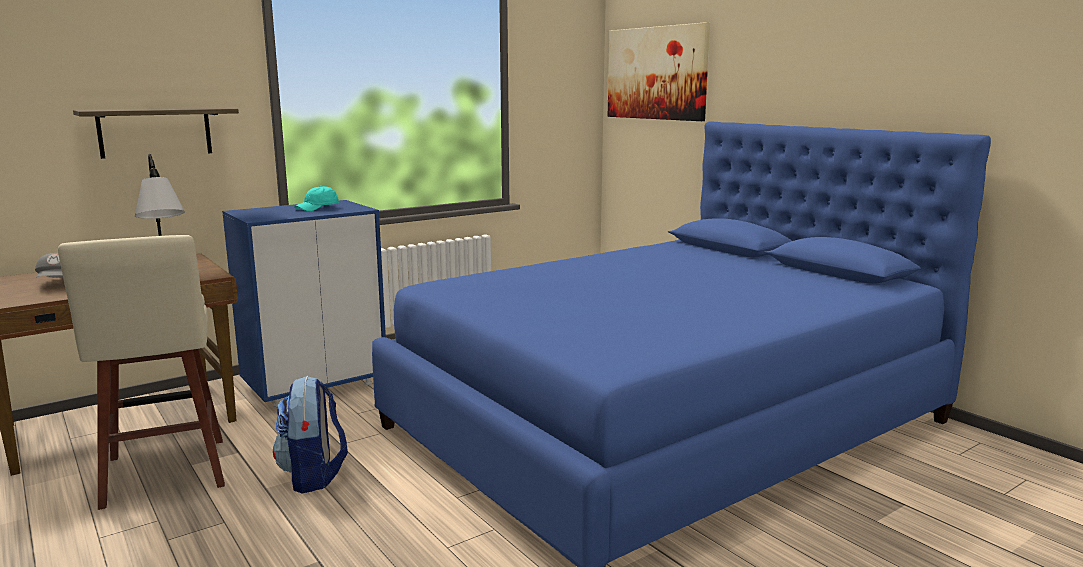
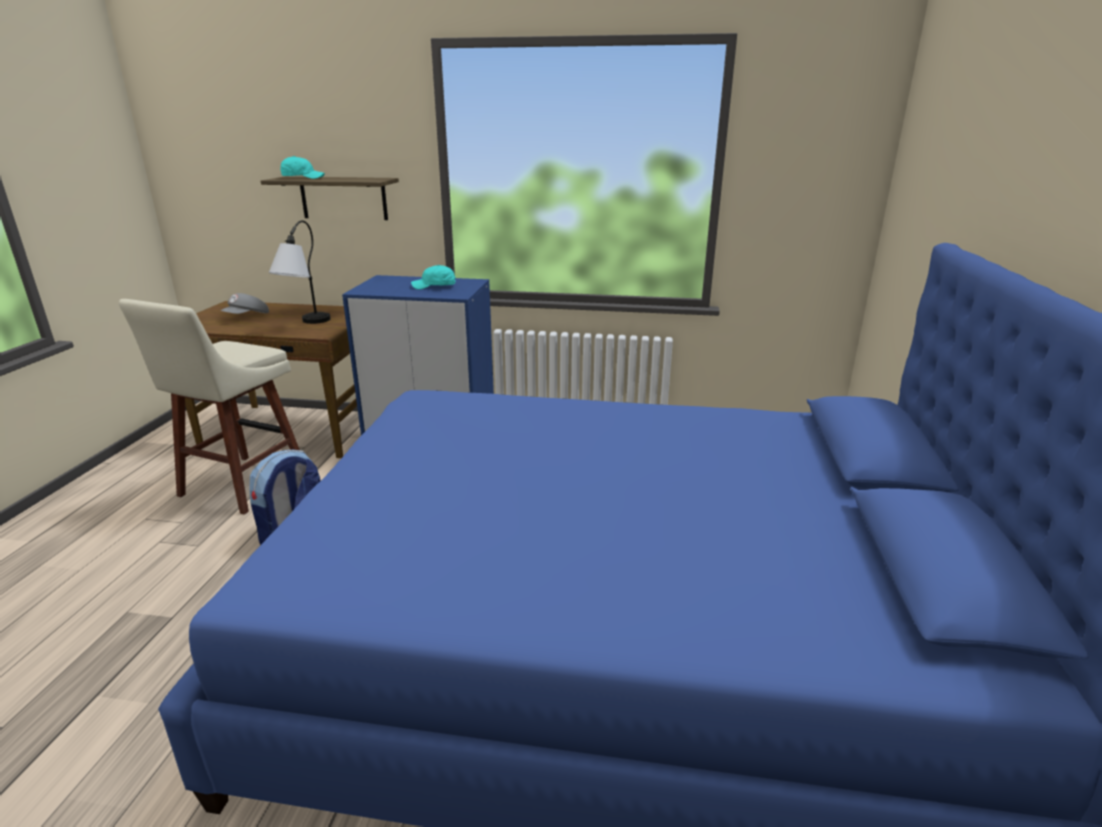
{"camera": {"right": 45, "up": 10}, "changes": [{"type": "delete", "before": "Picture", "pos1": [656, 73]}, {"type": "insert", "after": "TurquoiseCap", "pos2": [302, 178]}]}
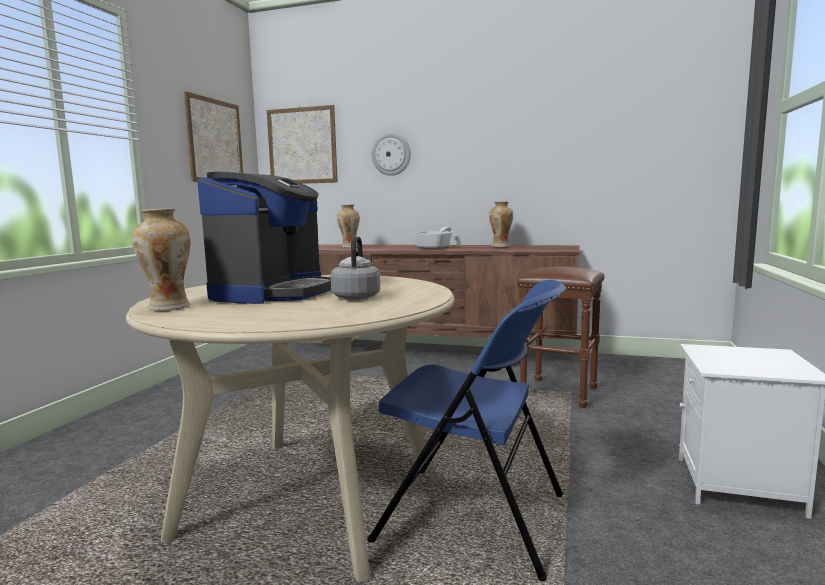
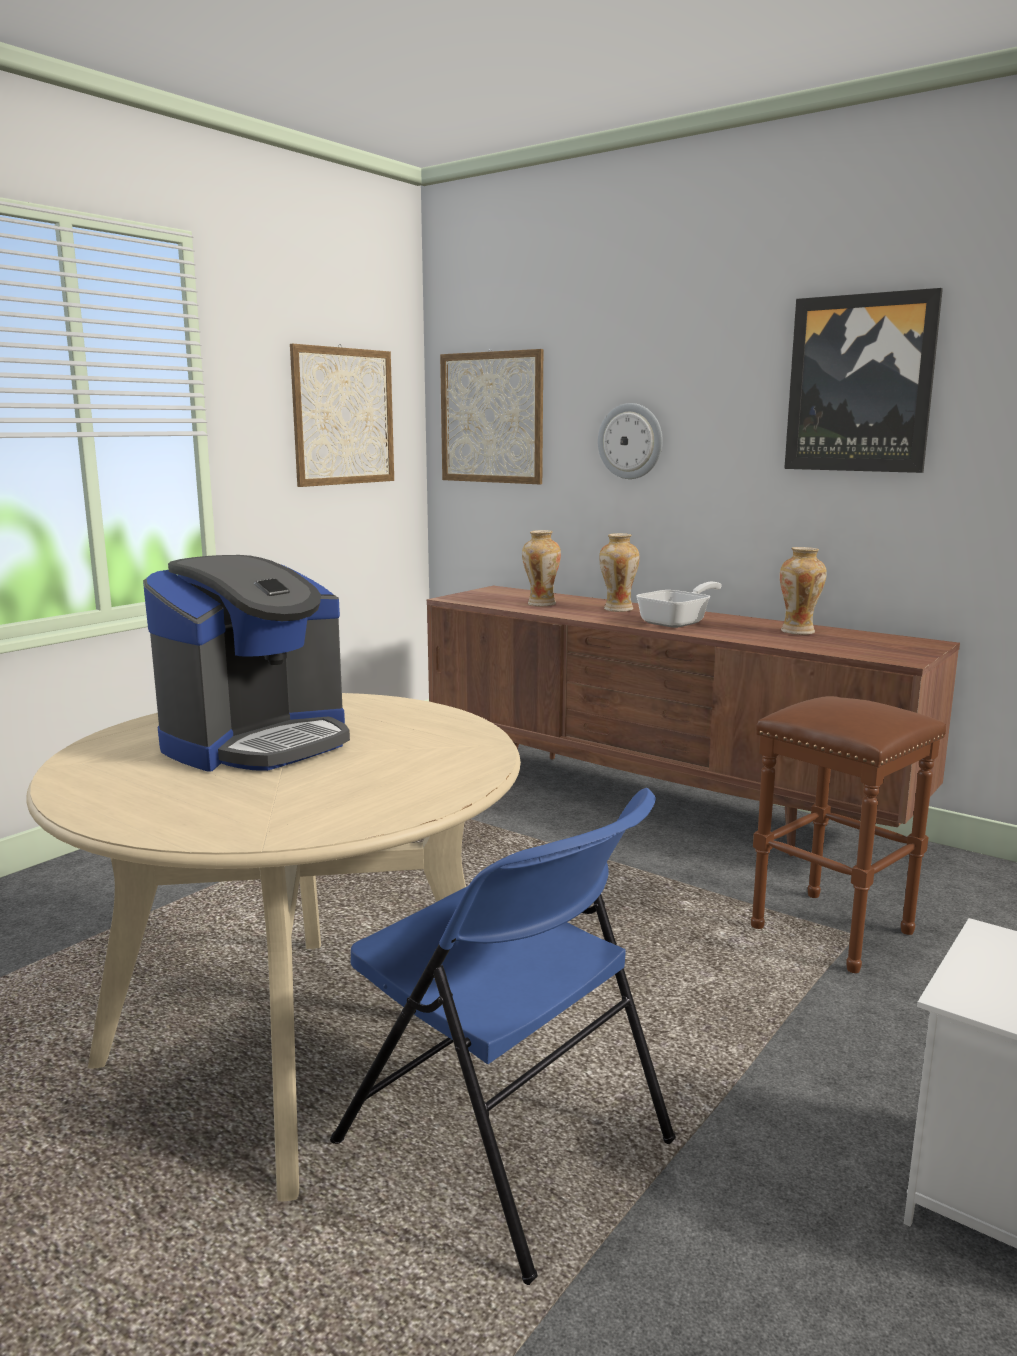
{"camera": {"right": 20, "up": 5}, "changes": [{"type": "move", "before": "Vase", "pos1": [168, 307], "pos2": [617, 609]}, {"type": "delete", "before": "GreyKettle", "pos1": [357, 297]}, {"type": "insert", "after": "Picture", "pos2": [860, 384]}]}
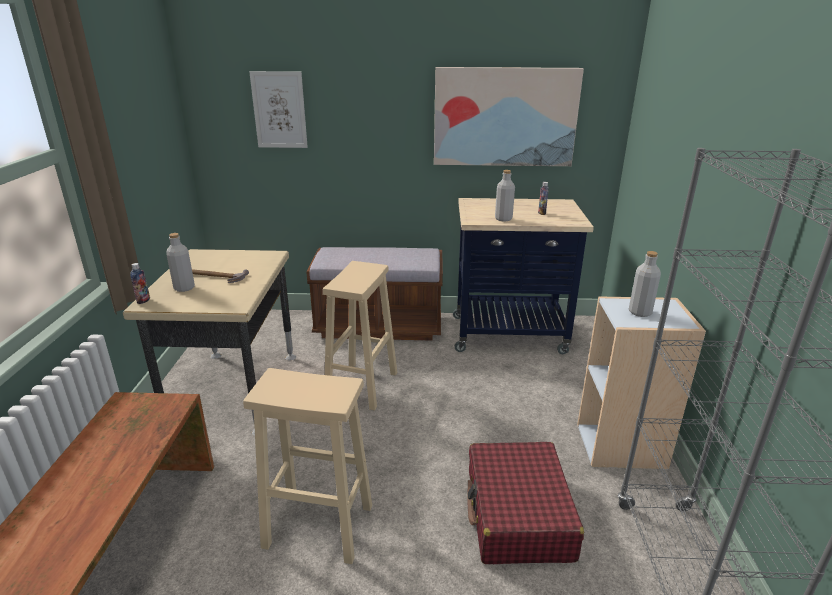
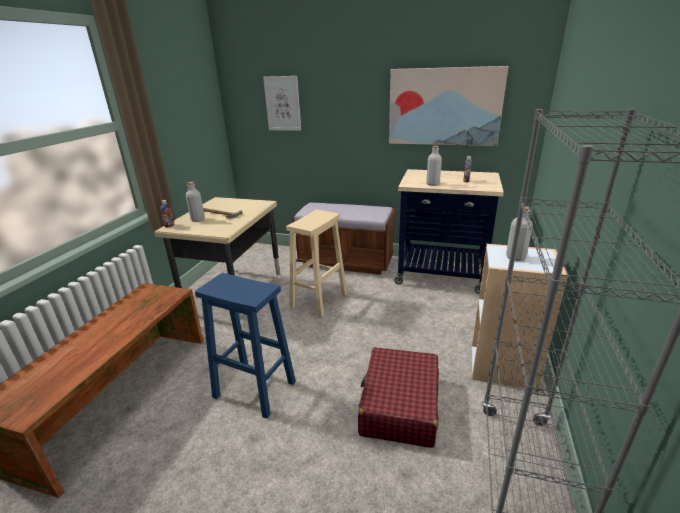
{"camera": {"right": 15, "up": 0}, "changes": [{"type": "recolor", "before": "BeigeStool", "after": "BlueStool", "pos1": [317, 526], "pos2": [253, 389]}]}
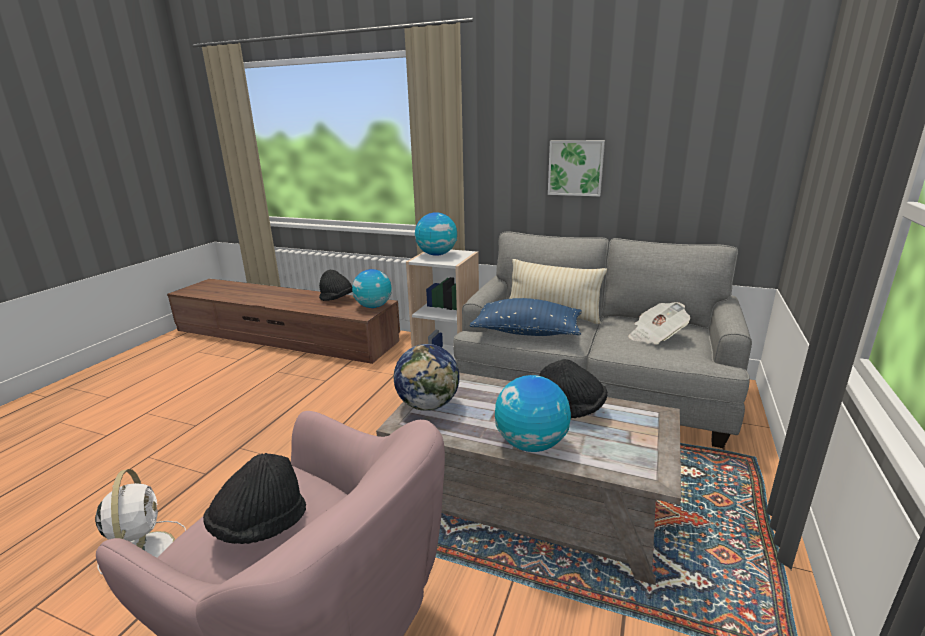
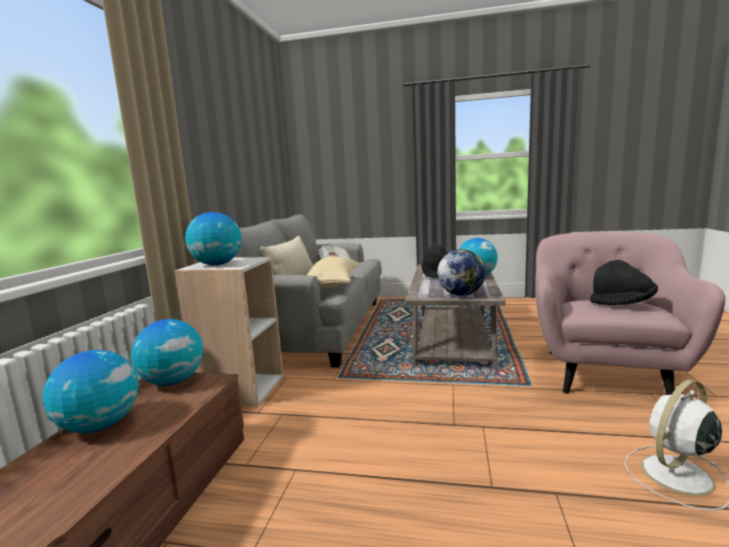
{"camera": {"right": -100, "up": -10}, "changes": [{"type": "delete", "before": "Picture", "pos1": [575, 168]}, {"type": "replace", "before": "BlackHat", "after": "Globe", "pos1": [337, 299], "pos2": [100, 426]}, {"type": "recolor", "before": "BluePillow", "after": "BeigePillow", "pos1": [527, 332], "pos2": [332, 284]}]}
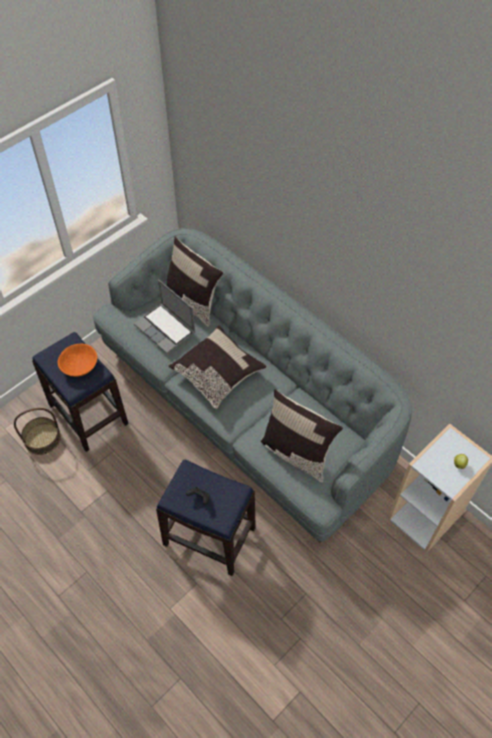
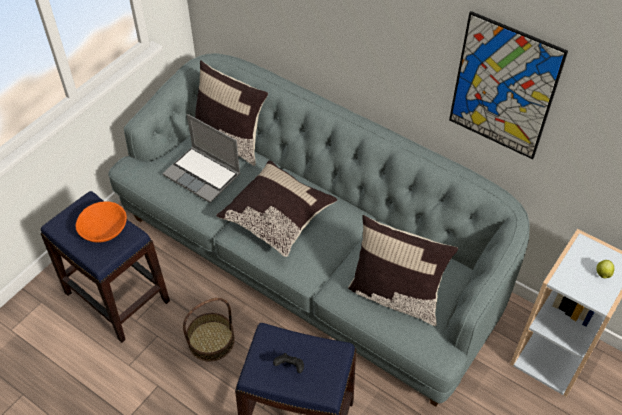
{"camera": {"right": -10, "up": -5}, "changes": [{"type": "move", "before": "Basket", "pos1": [42, 438], "pos2": [211, 340]}, {"type": "insert", "after": "Picture", "pos2": [503, 87]}]}
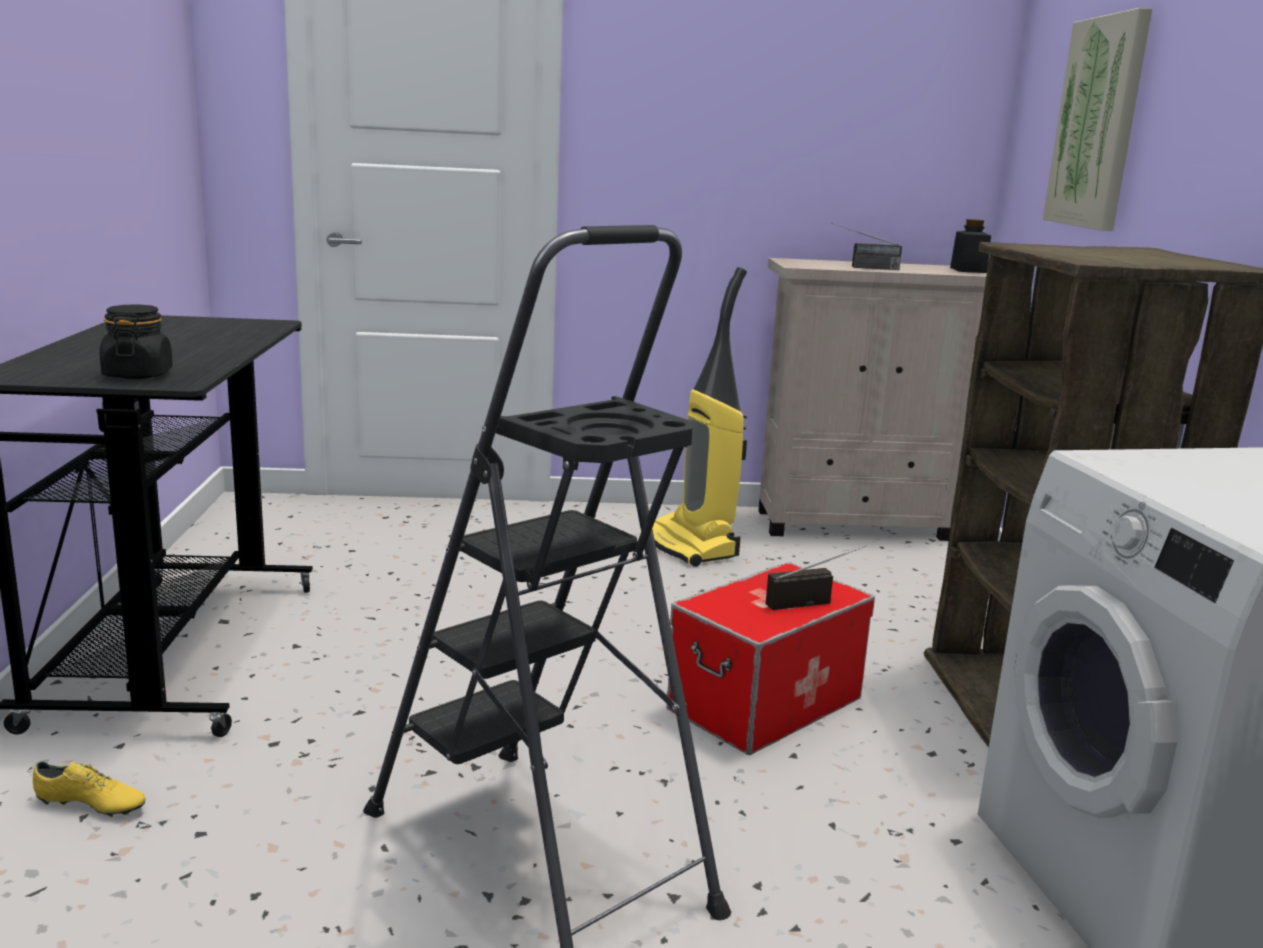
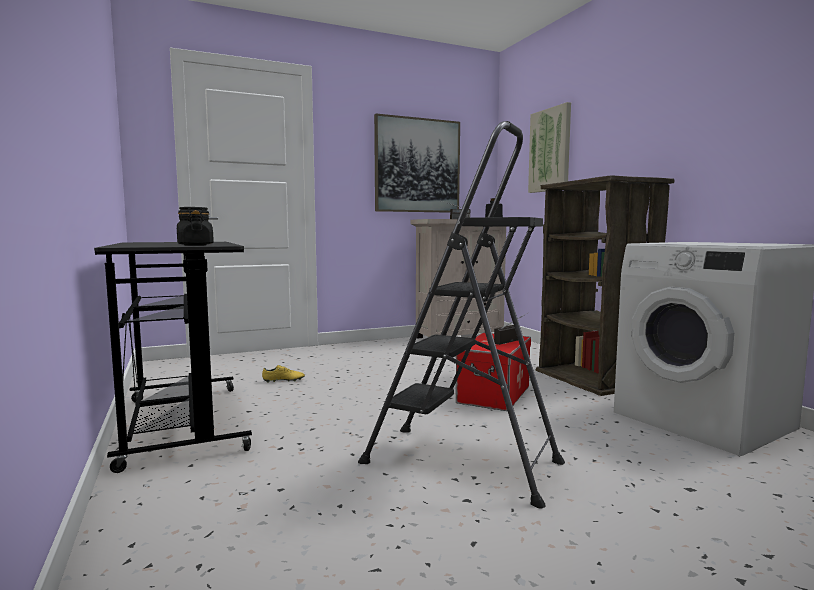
{"camera": {"right": -20, "up": -10}, "changes": [{"type": "delete", "before": "VacuumCleaner", "pos1": [692, 546]}, {"type": "move", "before": "YellowShoe", "pos1": [90, 805], "pos2": [283, 380]}, {"type": "insert", "after": "Picture", "pos2": [417, 165]}]}
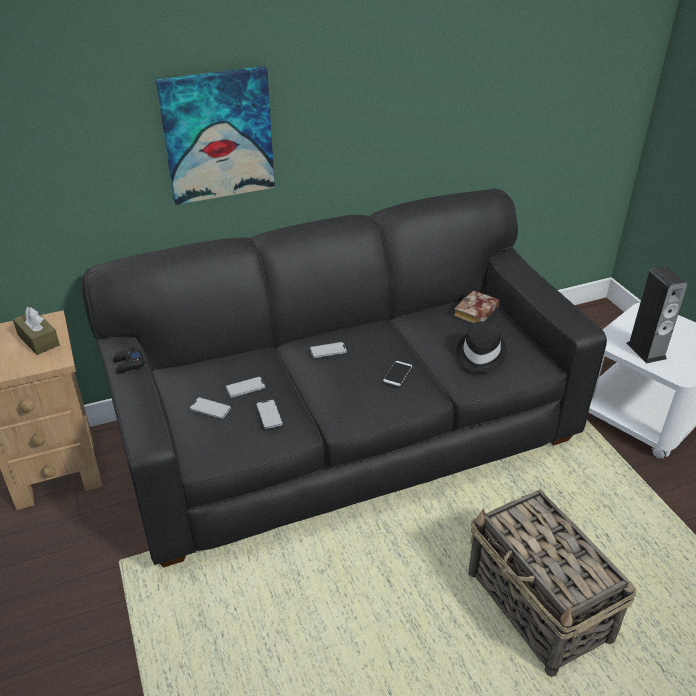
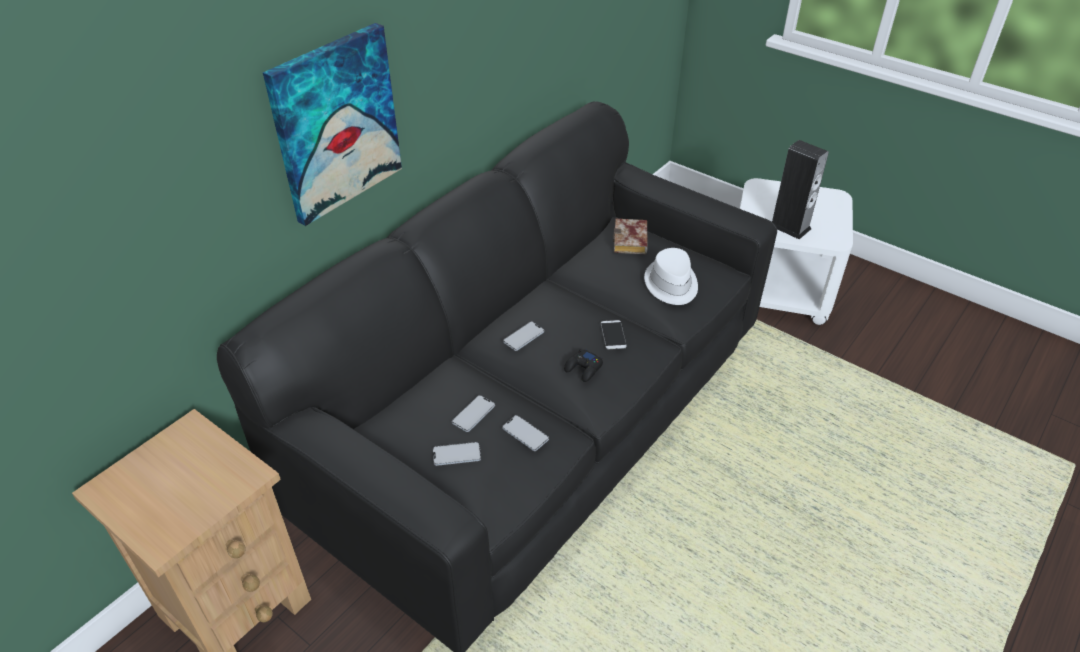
{"camera": {"right": -30, "up": 5}, "changes": [{"type": "delete", "before": "BrownTissueBox", "pos1": [38, 340]}, {"type": "recolor", "before": "BlackHat", "after": "WhiteHat", "pos1": [480, 354], "pos2": [671, 284]}, {"type": "move", "before": "BlackGameController", "pos1": [129, 364], "pos2": [583, 369]}, {"type": "delete", "before": "Basket", "pos1": [539, 607]}]}
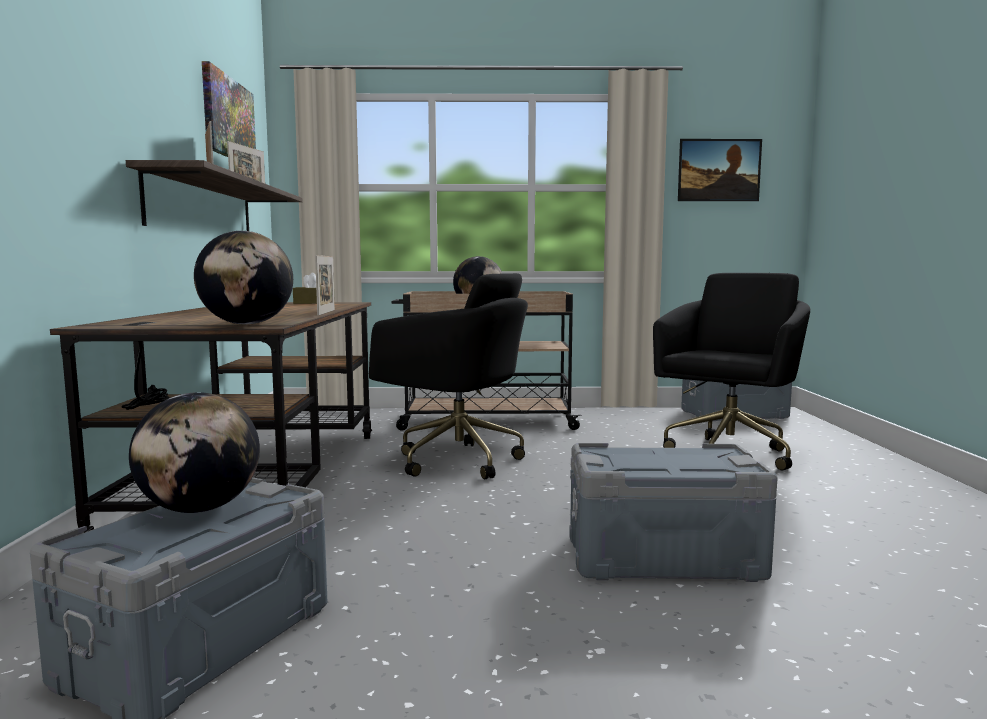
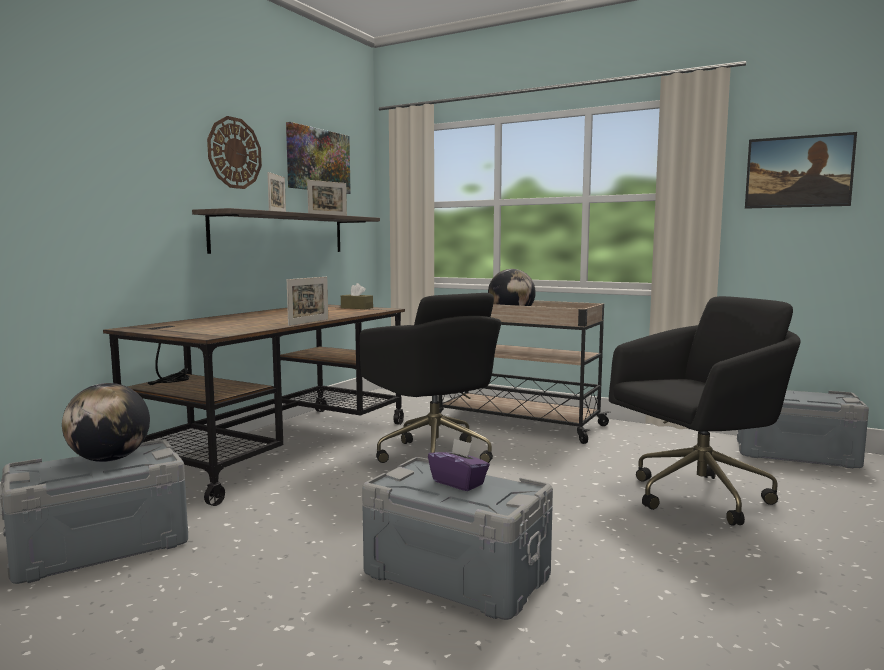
{"camera": {"right": 30, "up": 0}, "changes": [{"type": "delete", "before": "Globe", "pos1": [247, 324]}, {"type": "insert", "after": "WallClock", "pos2": [234, 153]}, {"type": "insert", "after": "PurpleTissueBox", "pos2": [458, 483]}]}
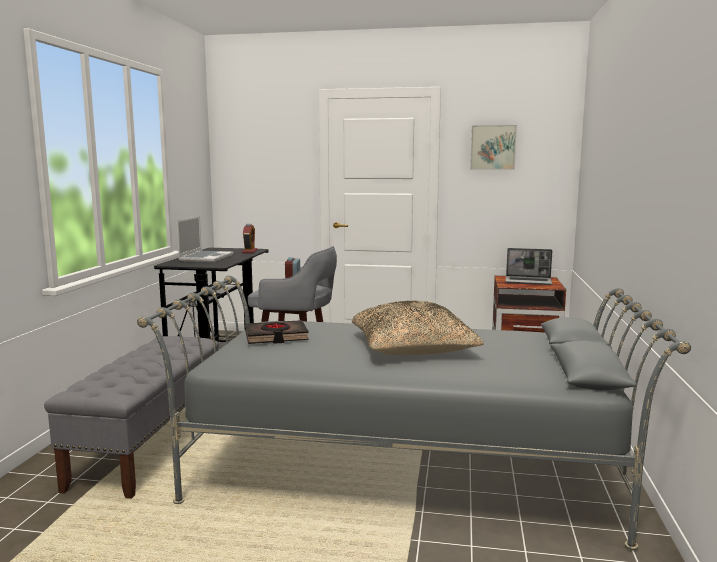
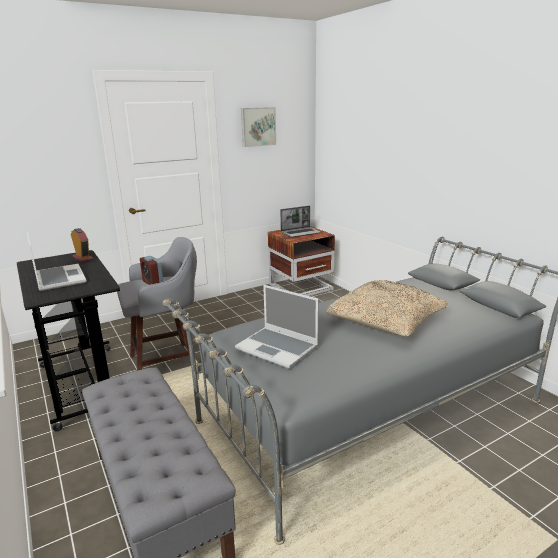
{"camera": {"right": -40, "up": 10}, "changes": [{"type": "replace", "before": "BlackBook", "after": "Laptop", "pos1": [276, 337], "pos2": [278, 348]}]}
